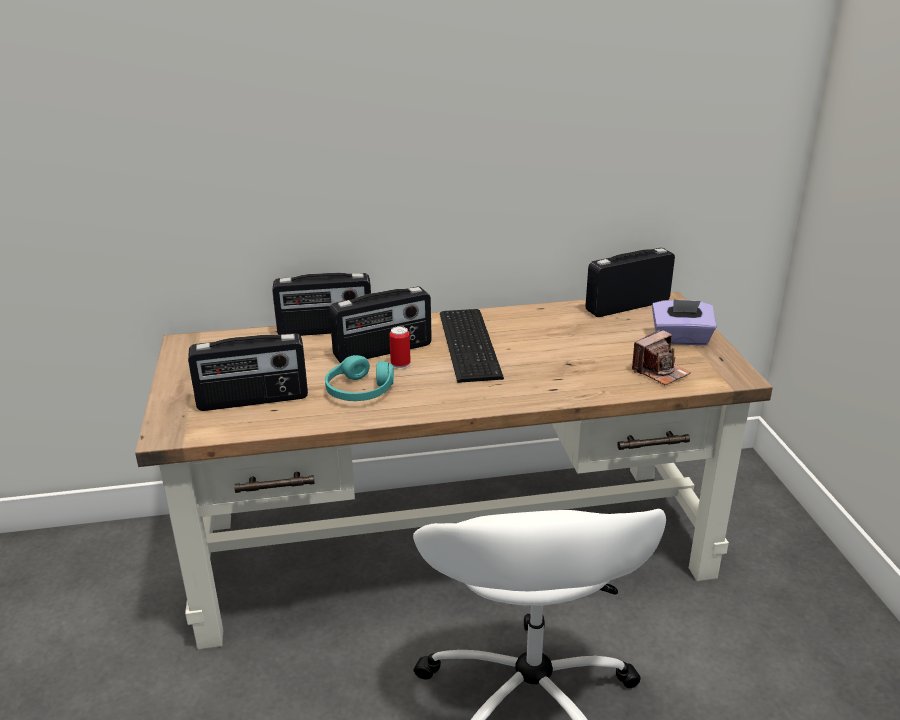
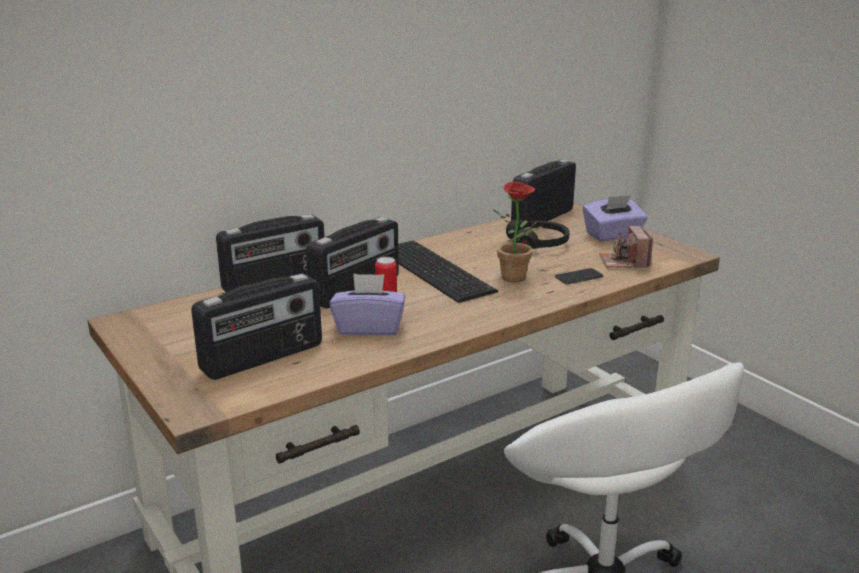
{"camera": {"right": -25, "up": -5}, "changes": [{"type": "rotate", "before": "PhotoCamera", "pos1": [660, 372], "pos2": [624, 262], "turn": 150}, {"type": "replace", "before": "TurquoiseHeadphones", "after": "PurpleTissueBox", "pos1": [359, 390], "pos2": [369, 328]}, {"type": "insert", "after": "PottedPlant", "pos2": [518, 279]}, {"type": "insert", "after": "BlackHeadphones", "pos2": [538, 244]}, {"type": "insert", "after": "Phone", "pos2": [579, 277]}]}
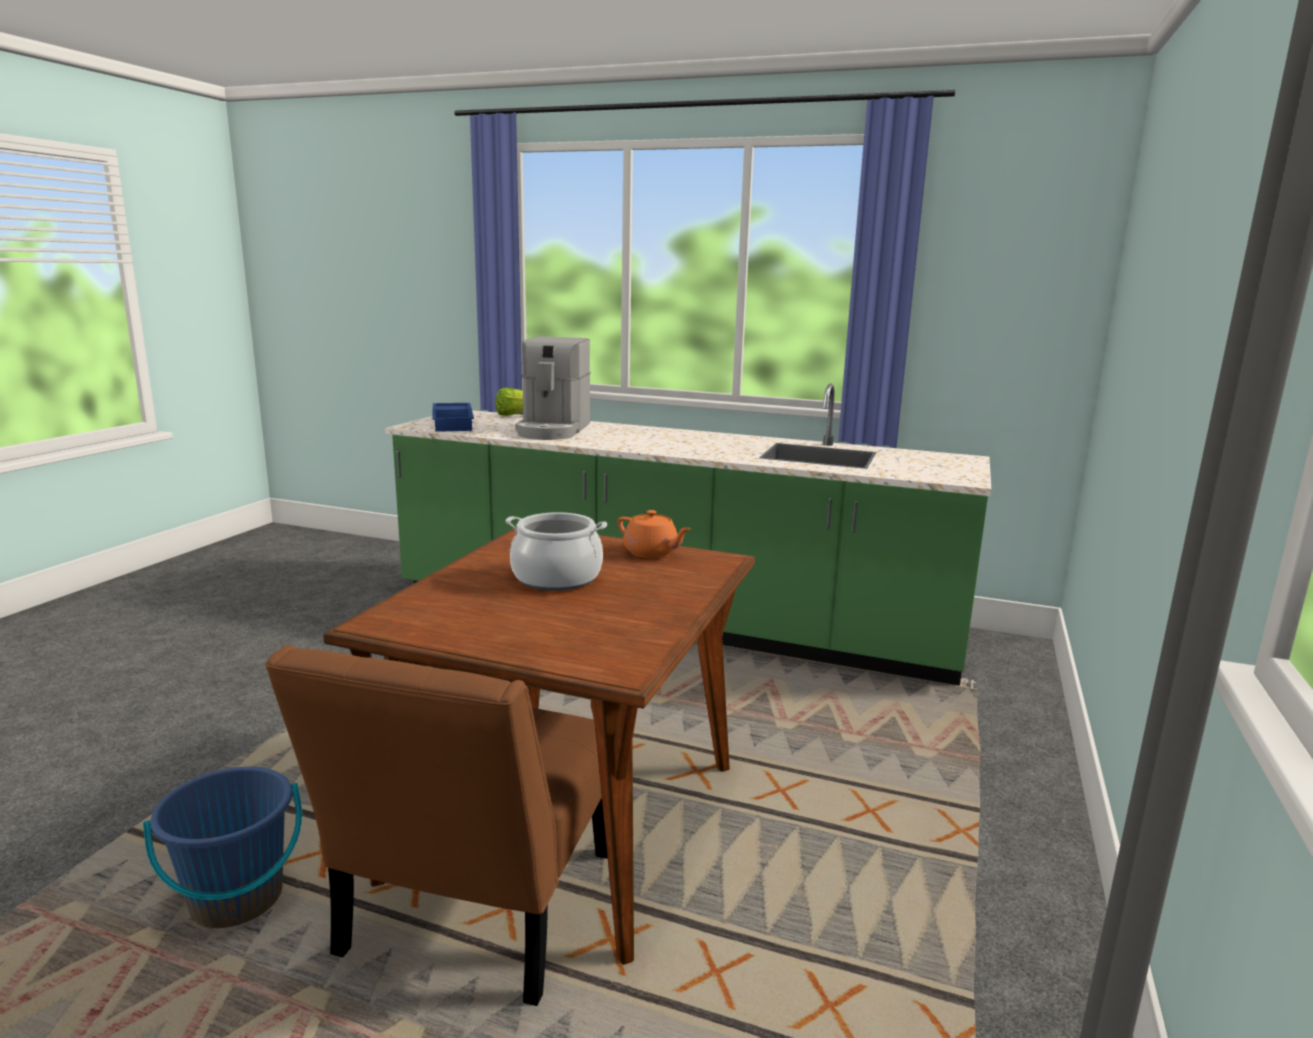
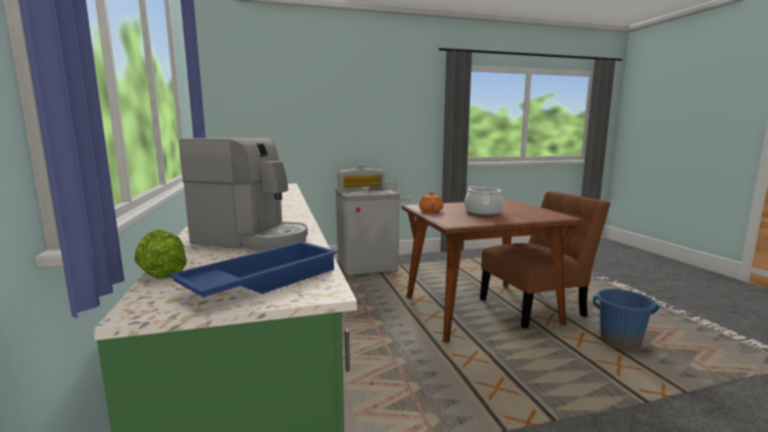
{"camera": {"right": -125, "up": -5}, "changes": [{"type": "rotate", "before": "CoffeeMachine", "pos1": [553, 430], "pos2": [253, 239], "turn": 45}, {"type": "insert", "after": "GreyWashingMachine", "pos2": [368, 266]}]}
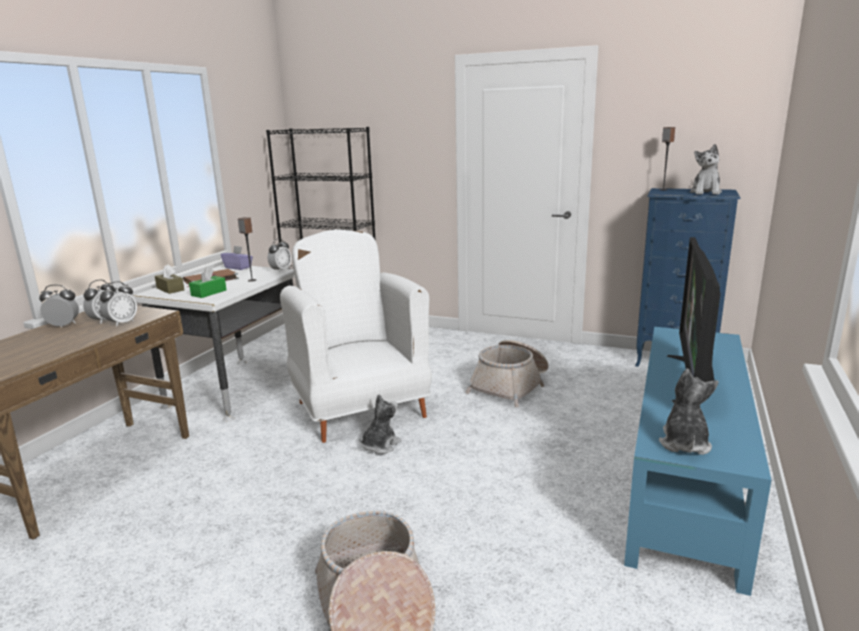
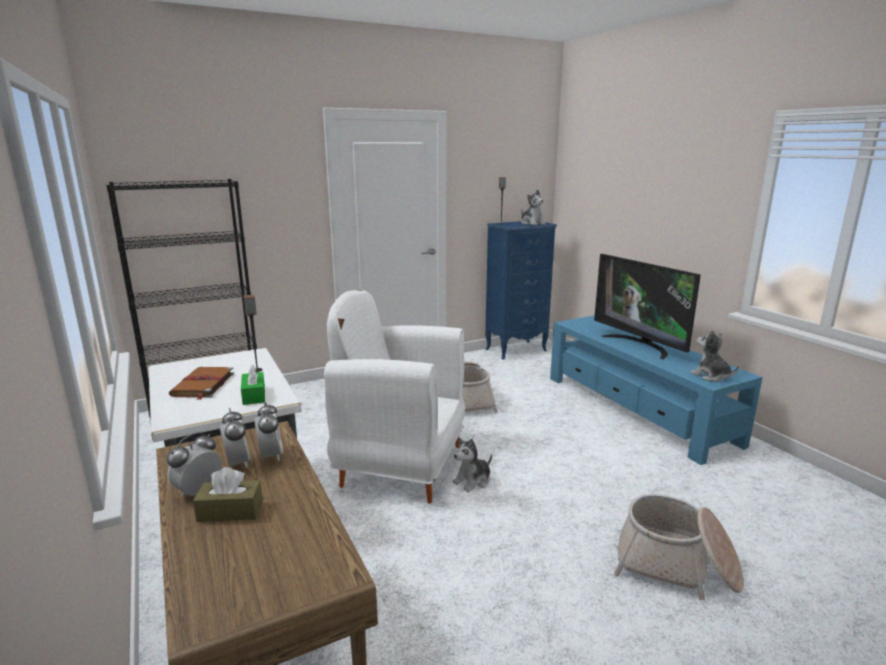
{"camera": {"right": -50, "up": 0}, "changes": [{"type": "delete", "before": "AlarmClock", "pos1": [281, 270]}, {"type": "delete", "before": "PurpleTissueBox", "pos1": [238, 267]}, {"type": "move", "before": "BrownTissueBox", "pos1": [170, 289], "pos2": [230, 511]}, {"type": "rotate", "before": "PlushToy", "pos1": [380, 445], "pos2": [473, 481], "turn": -120}]}
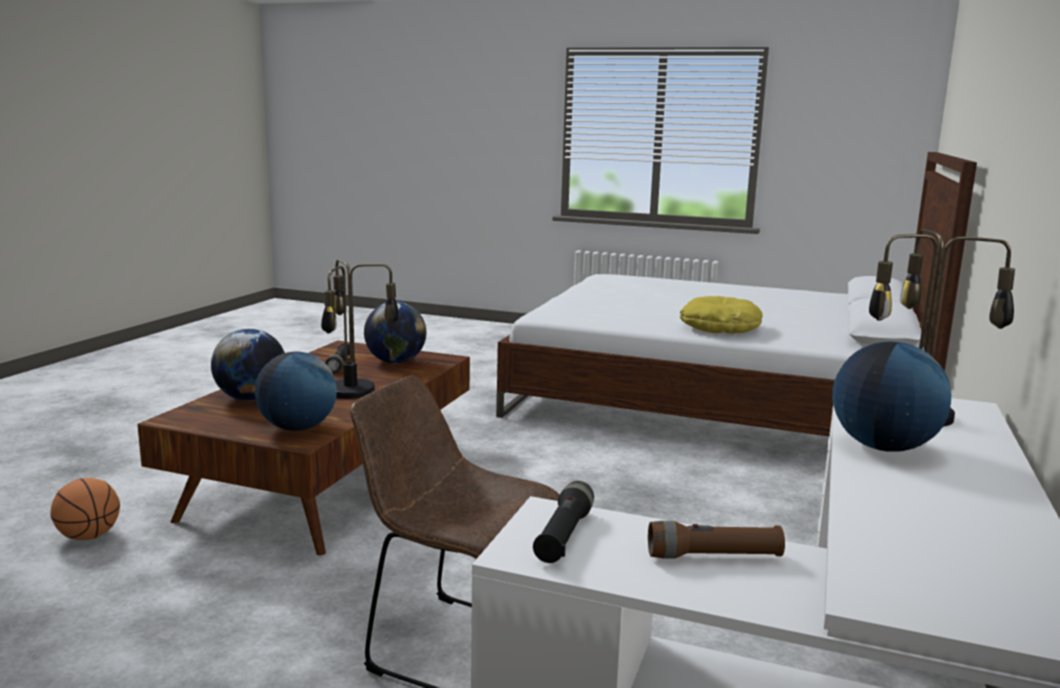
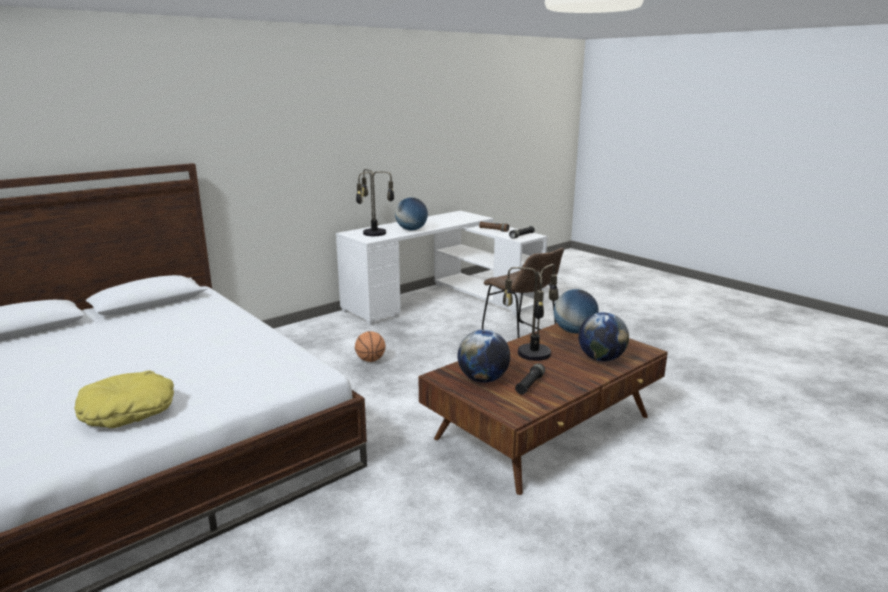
{"camera": {"right": -150, "up": 5}, "changes": [{"type": "move", "before": "YellowPillow", "pos1": [721, 328], "pos2": [128, 411]}, {"type": "move", "before": "Basketball", "pos1": [89, 537], "pos2": [370, 360]}]}
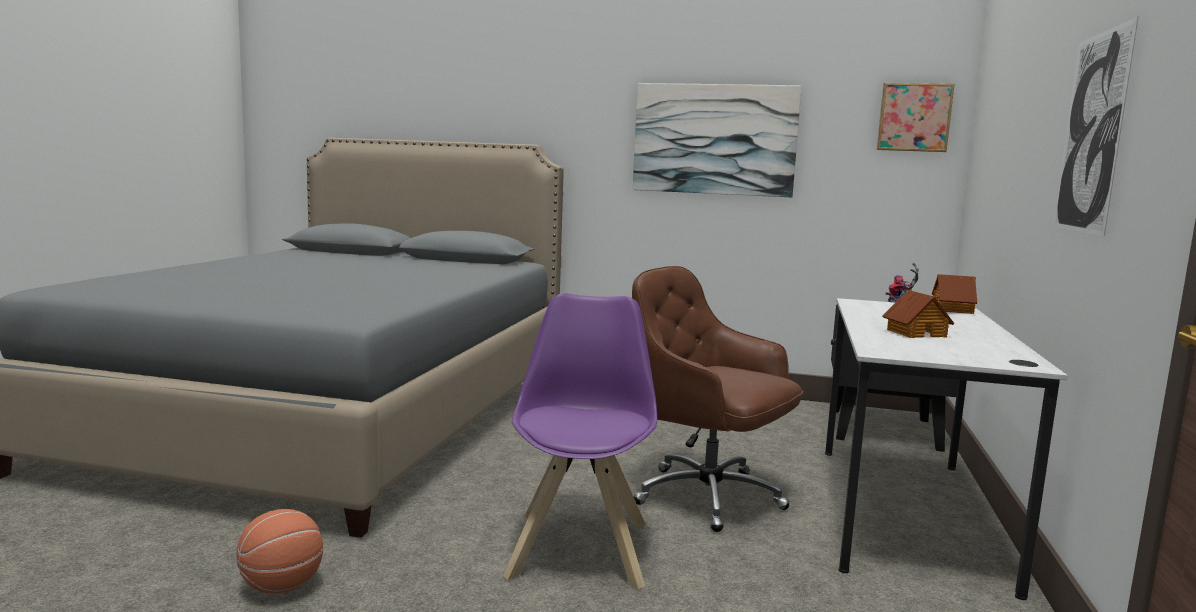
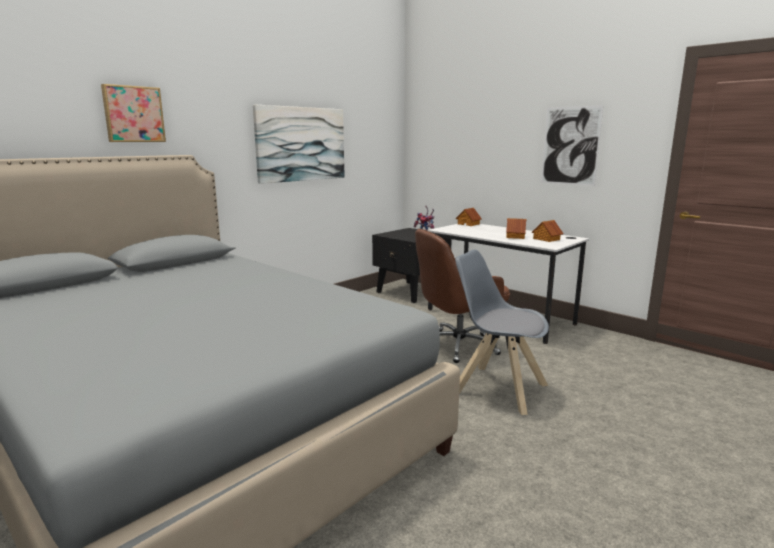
{"camera": {"right": -60, "up": 5}, "changes": [{"type": "move", "before": "Picture", "pos1": [914, 117], "pos2": [133, 114]}, {"type": "recolor", "before": "PurpleChair", "after": "GreyChair", "pos1": [580, 546], "pos2": [497, 388]}, {"type": "delete", "before": "Basketball", "pos1": [281, 587]}, {"type": "insert", "after": "ToyHouse", "pos2": [546, 239]}]}
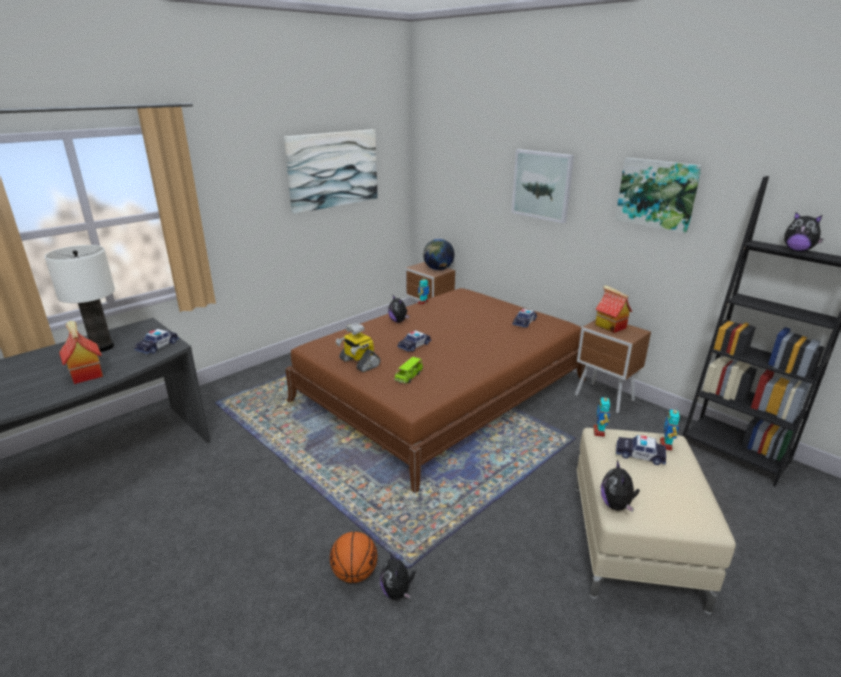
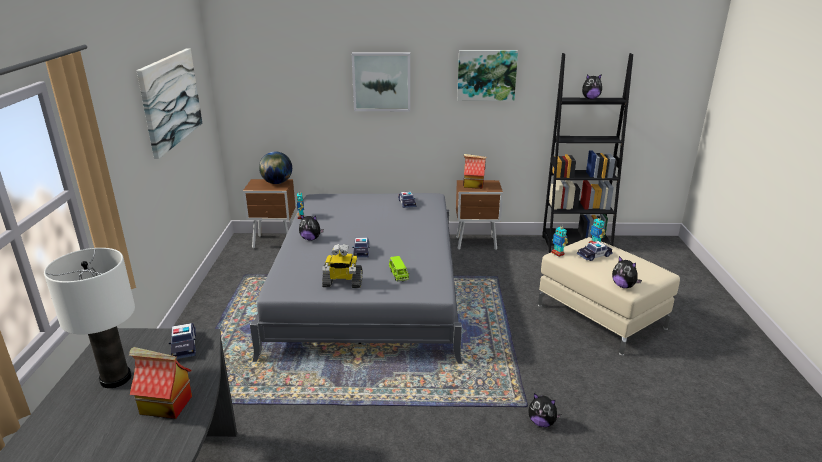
{"camera": {"right": -45, "up": 0}, "changes": [{"type": "recolor", "before": "BrownBed", "after": "GreyBed", "pos1": [441, 390], "pos2": [368, 288]}, {"type": "delete", "before": "Basketball", "pos1": [355, 573]}]}
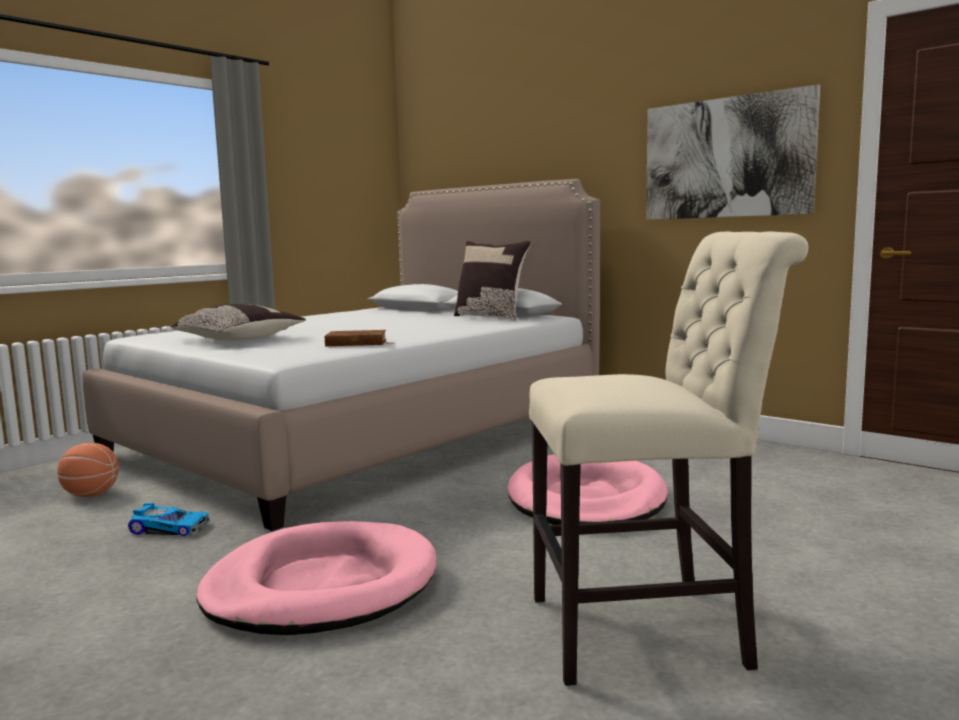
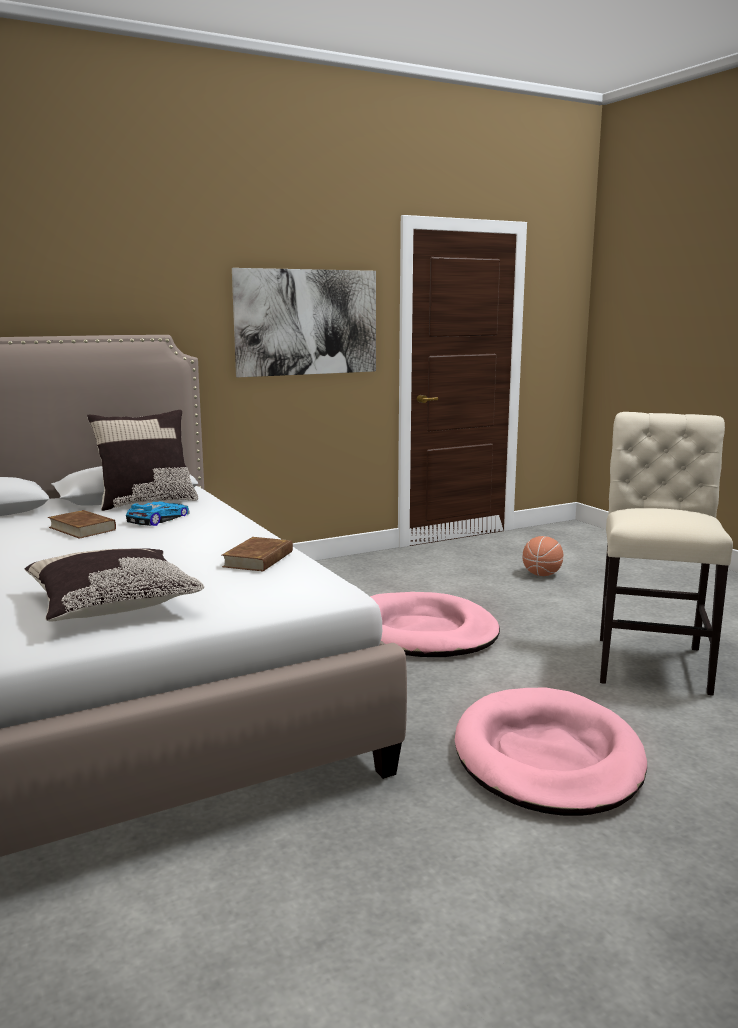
{"camera": {"right": -70, "up": 5}, "changes": [{"type": "move", "before": "Basketball", "pos1": [91, 495], "pos2": [541, 574]}, {"type": "move", "before": "ToyCar", "pos1": [170, 528], "pos2": [157, 519]}, {"type": "insert", "after": "BrownBook", "pos2": [82, 528]}]}
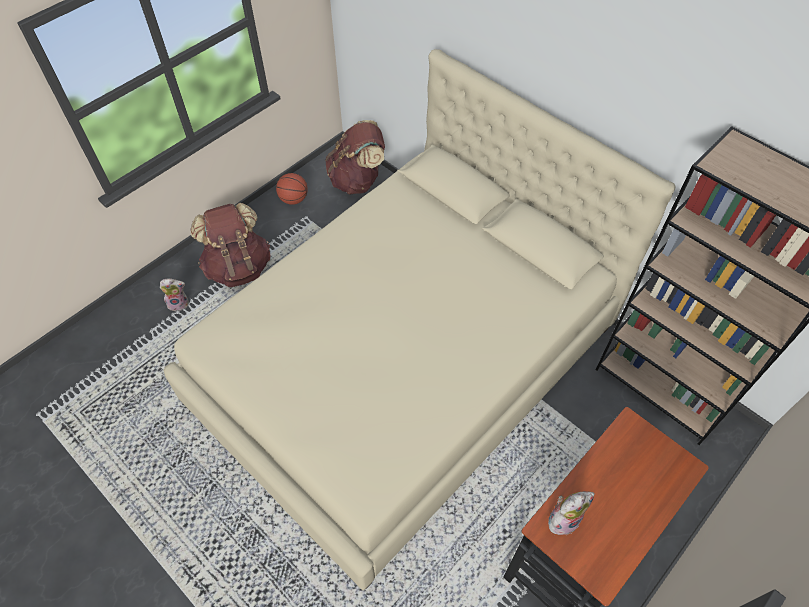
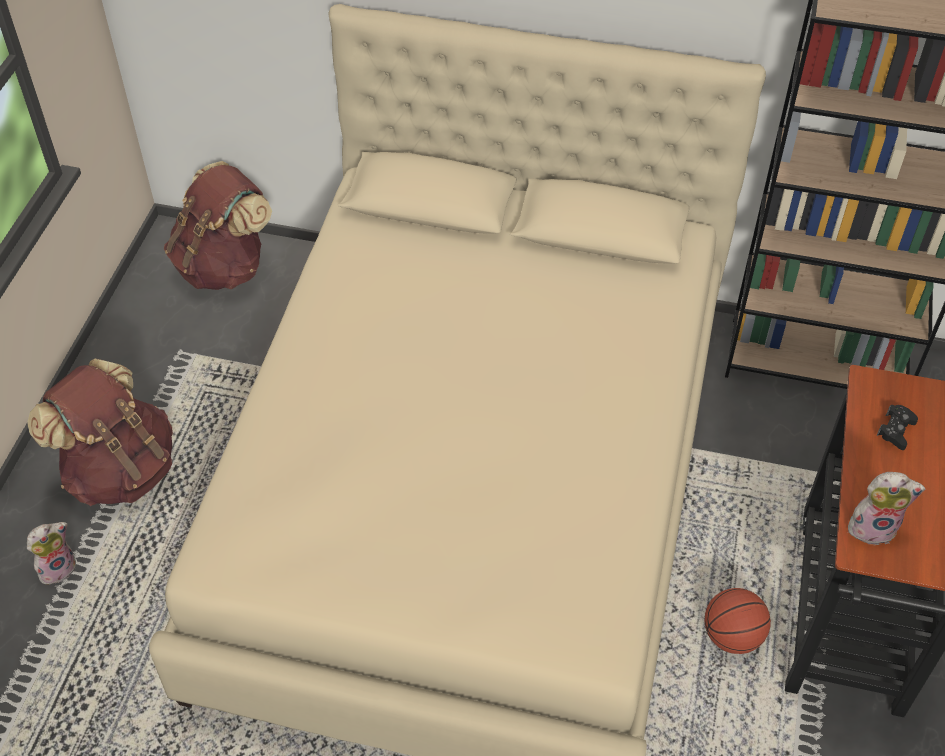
{"camera": {"right": -30, "up": -5}, "changes": [{"type": "move", "before": "Basketball", "pos1": [294, 199], "pos2": [732, 636]}, {"type": "rotate", "before": "PlushToy", "pos1": [563, 519], "pos2": [873, 527], "turn": 60}, {"type": "insert", "after": "BlackGameController", "pos2": [896, 430]}]}
